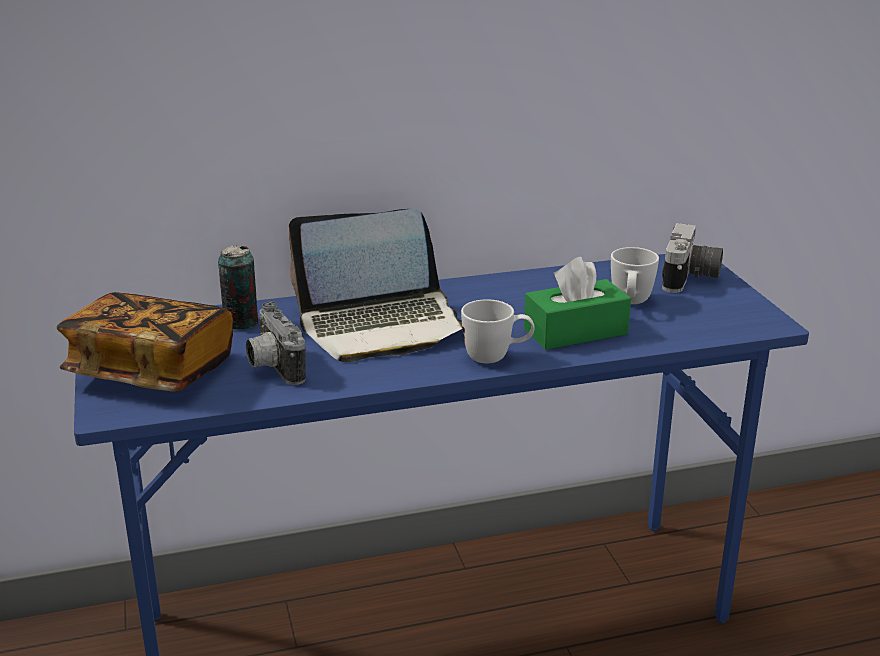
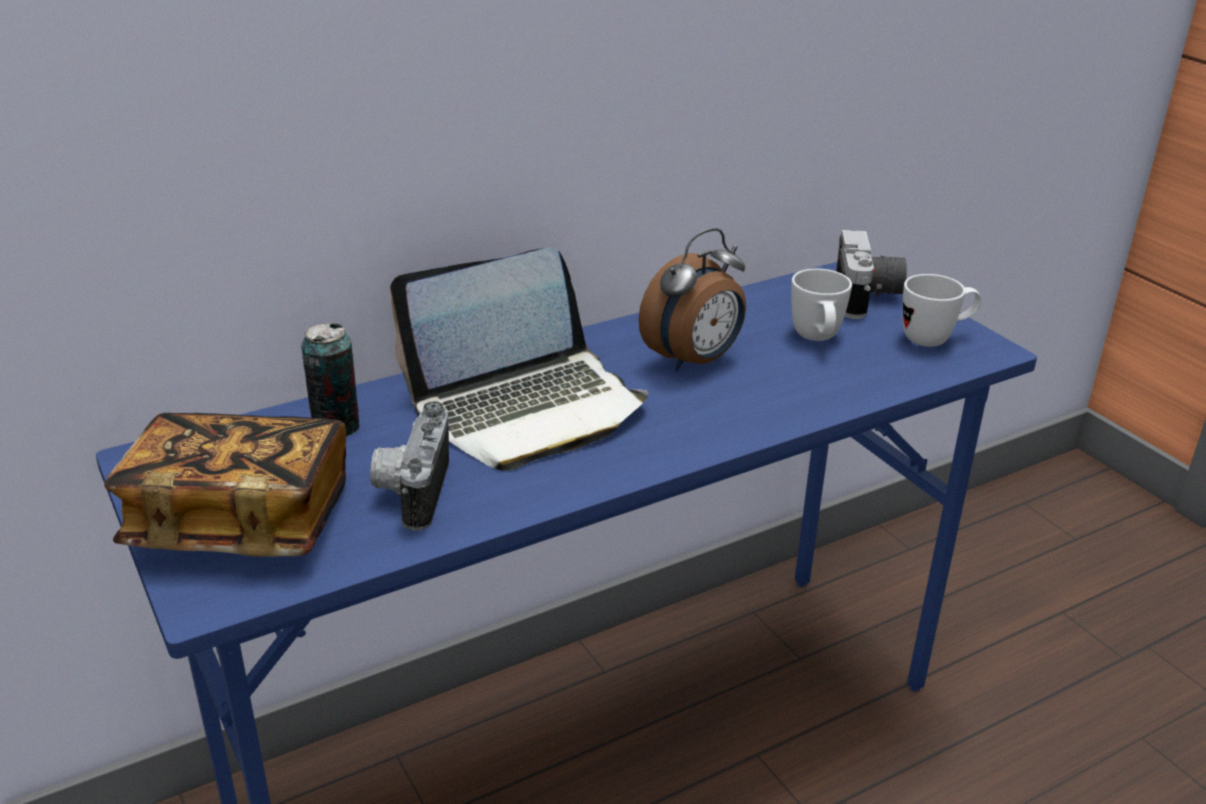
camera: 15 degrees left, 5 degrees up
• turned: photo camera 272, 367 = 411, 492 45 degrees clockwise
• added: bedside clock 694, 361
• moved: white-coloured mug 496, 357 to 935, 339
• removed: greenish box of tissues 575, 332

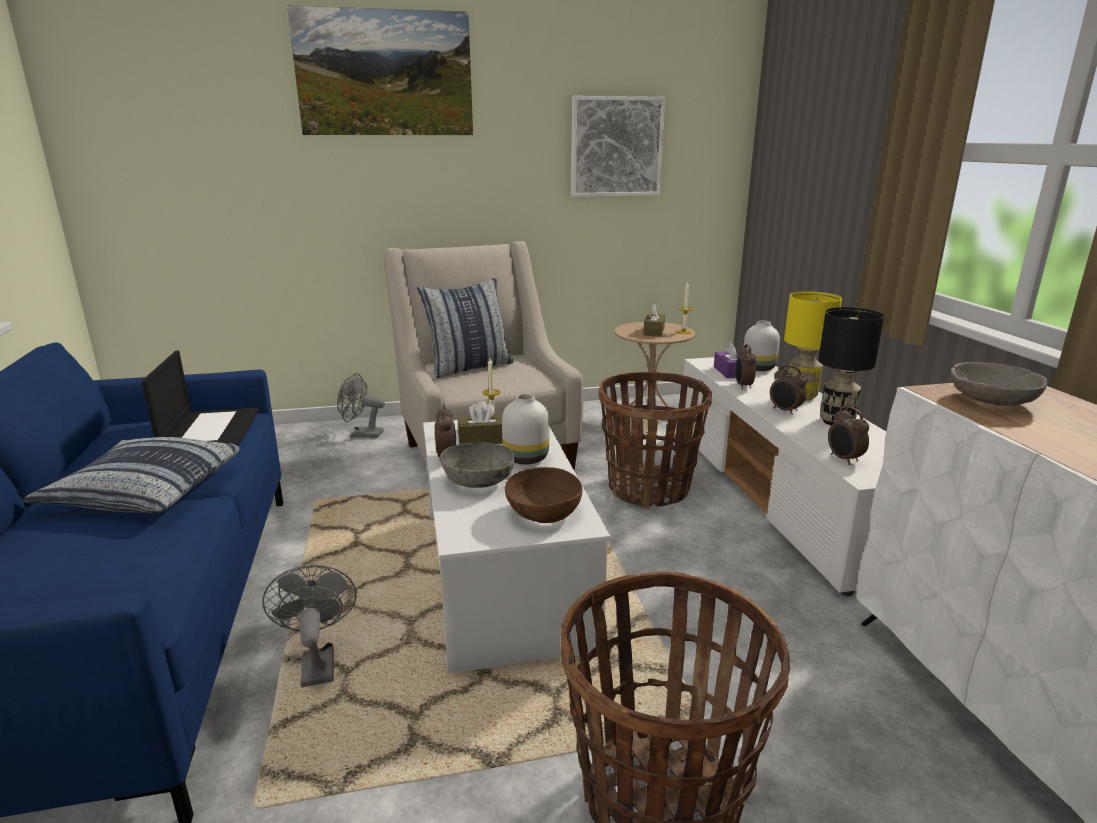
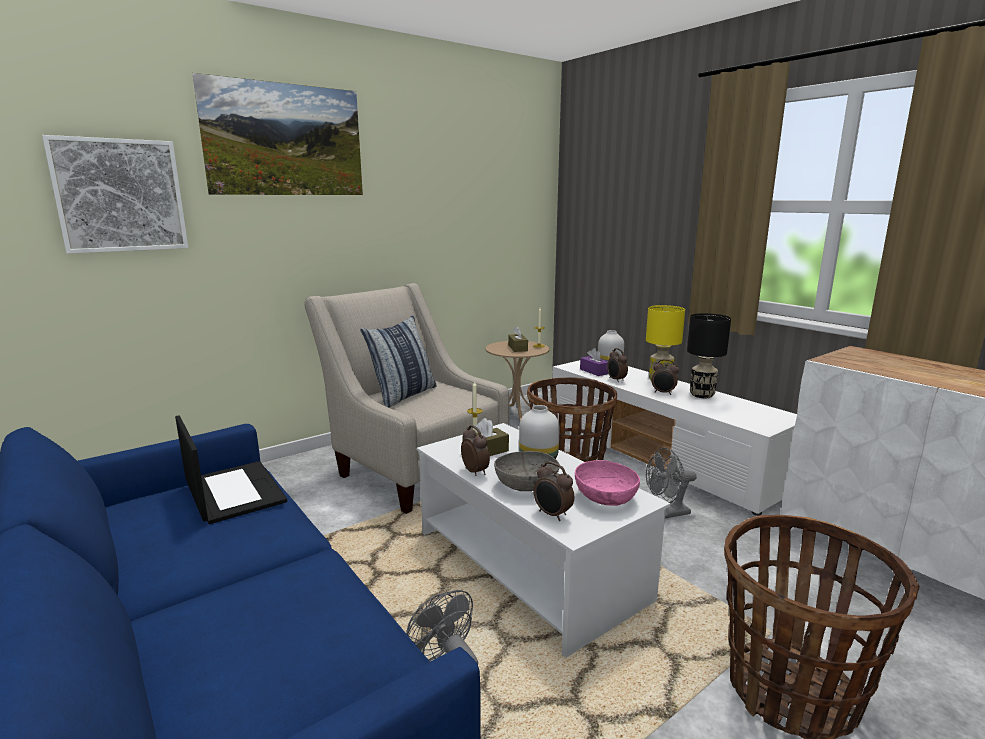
camera: 25 degrees left, 5 degrees down
• moved: wall picture 616, 147 to 120, 196
• moved: bedside clock 843, 459 to 552, 515
• recoloured: brownish bowl 543, 513 to pink bowl 605, 498
• moved: gray electric fan 362, 434 to 667, 513
• removed: pillow 144, 491
• removed: gray bowl 991, 400

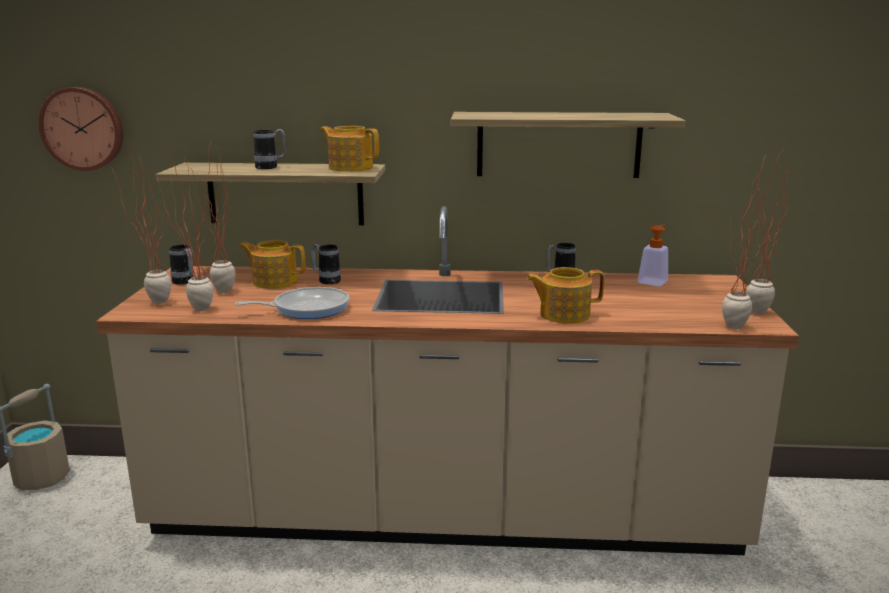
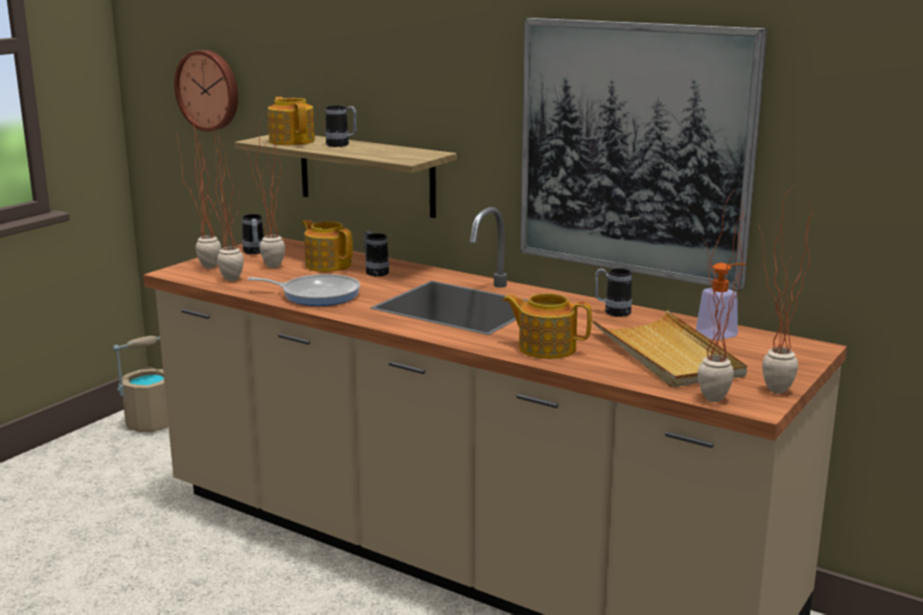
camera: 30 degrees right, 0 degrees up
• moved: teapot 350, 168 to 292, 141
• replaced: bracket shelf 558, 144 to wall picture 635, 149
• added: sand-coloured serving tray 667, 355

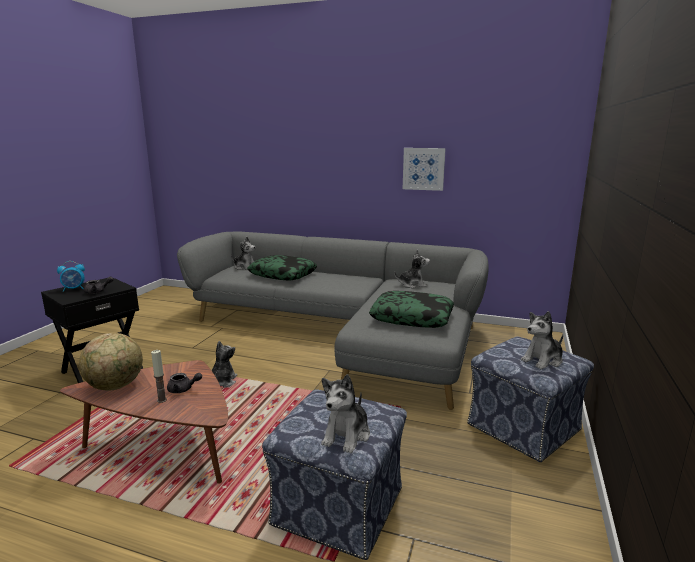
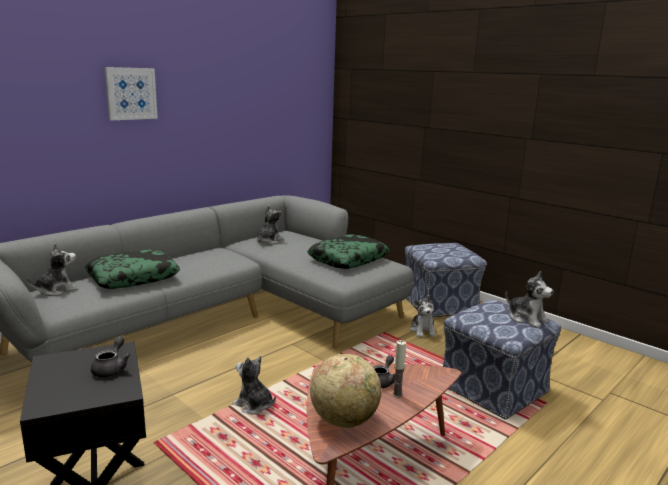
camera: 65 degrees left, 0 degrees up
• moved: wall picture 423, 169 to 131, 93
• moved: soft toy 543, 360 to 423, 331
• removed: bedside clock 74, 289

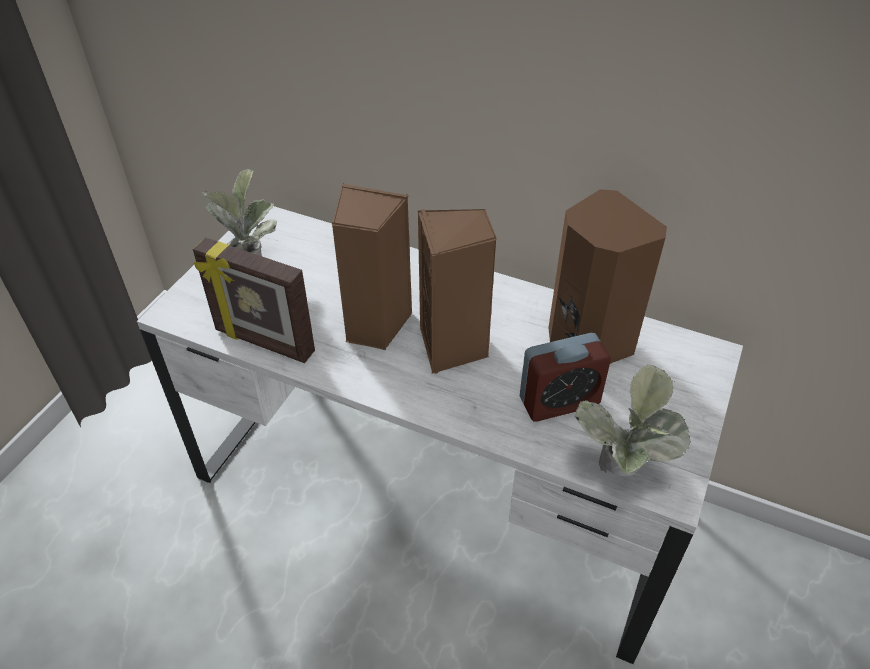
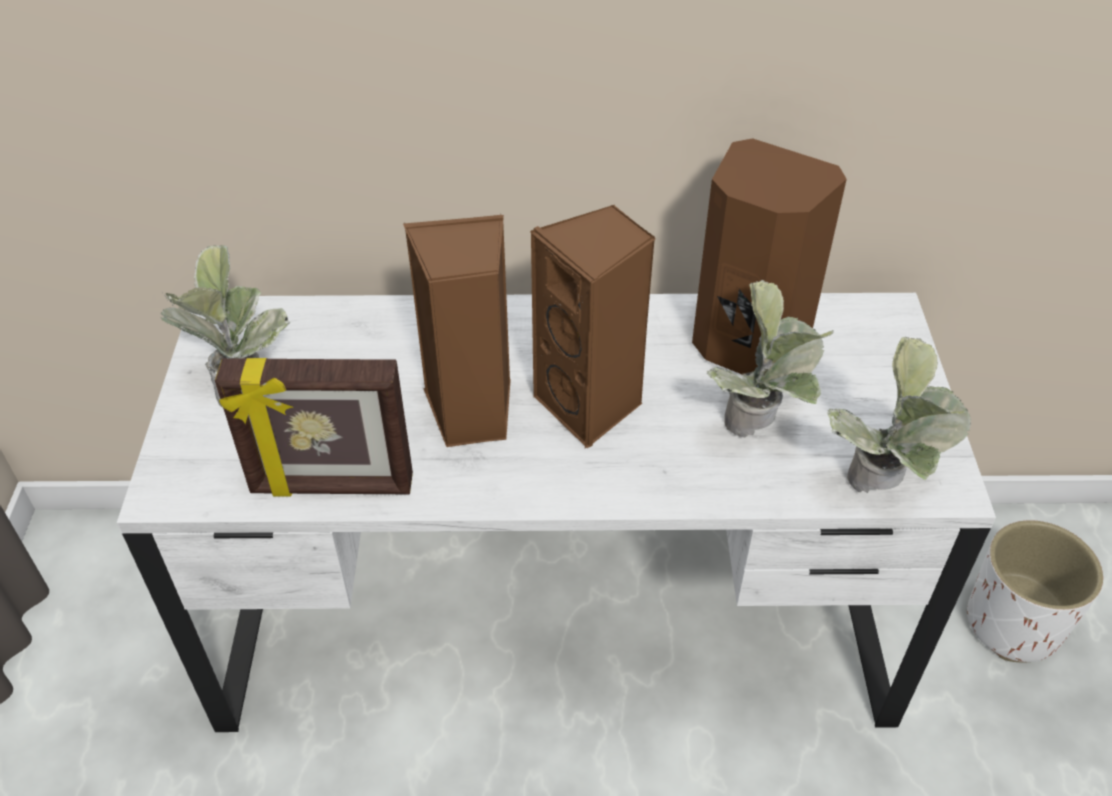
camera: 25 degrees left, 0 degrees up
• replaced: bedside clock 559, 402 to plant in a pot 759, 428
• added: white-coloured planter 1011, 623

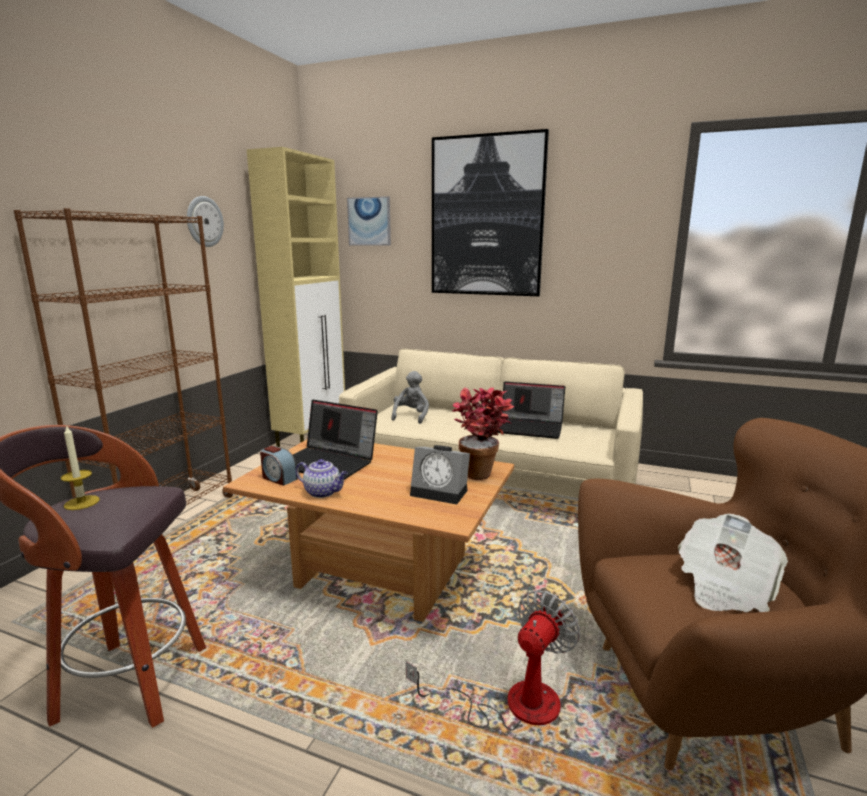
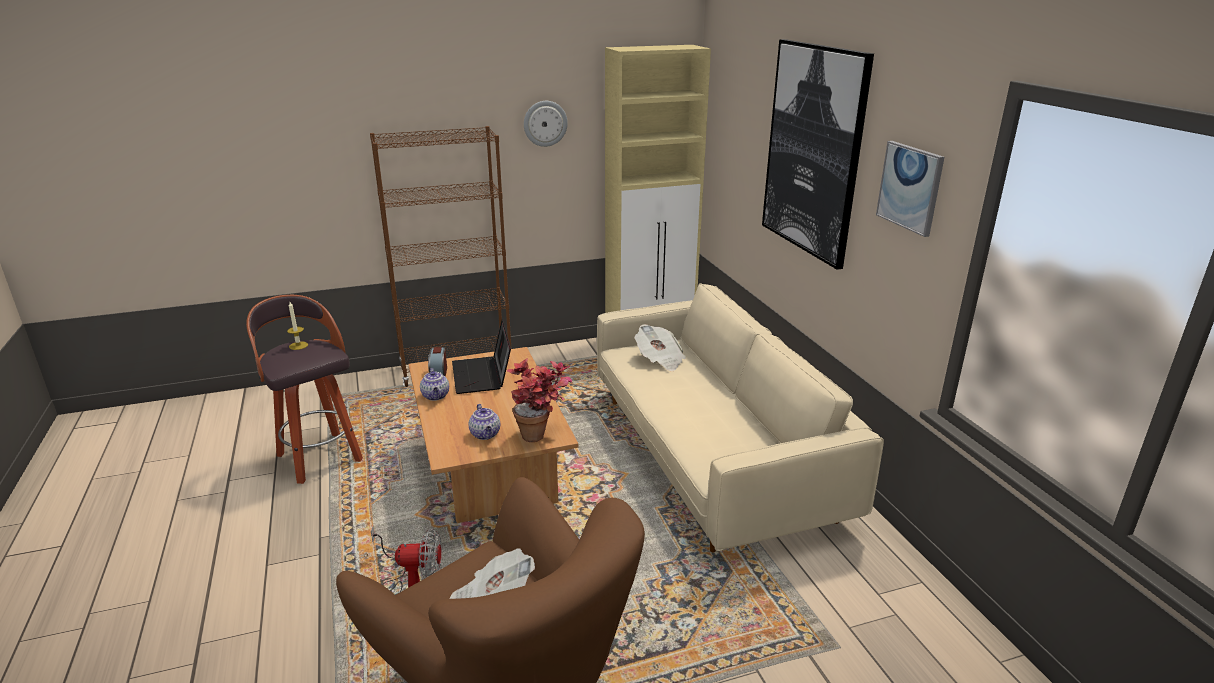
camera: 50 degrees right, 10 degrees up
• replaced: bedside clock 441, 492 to teapot 486, 434
• replaced: gray soft toy 411, 416 to daily paper 660, 360
• moved: wall picture 369, 221 to 910, 187
• removed: notebook computer 530, 428

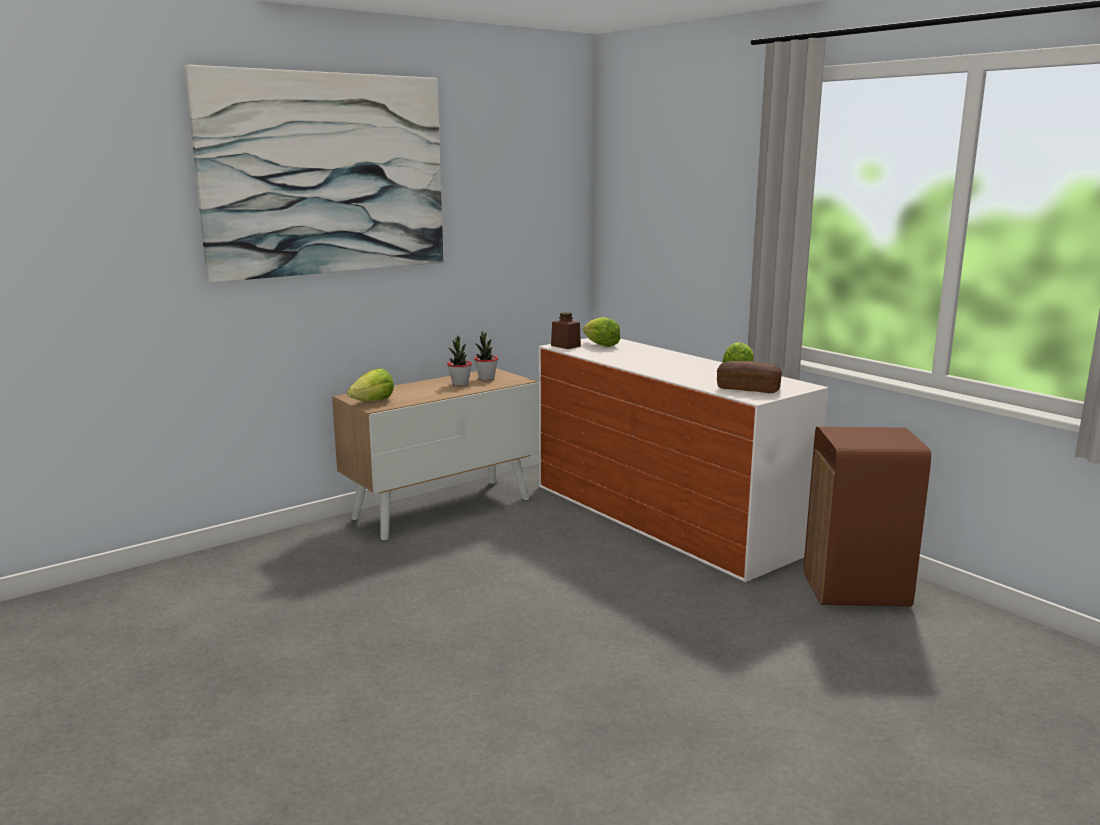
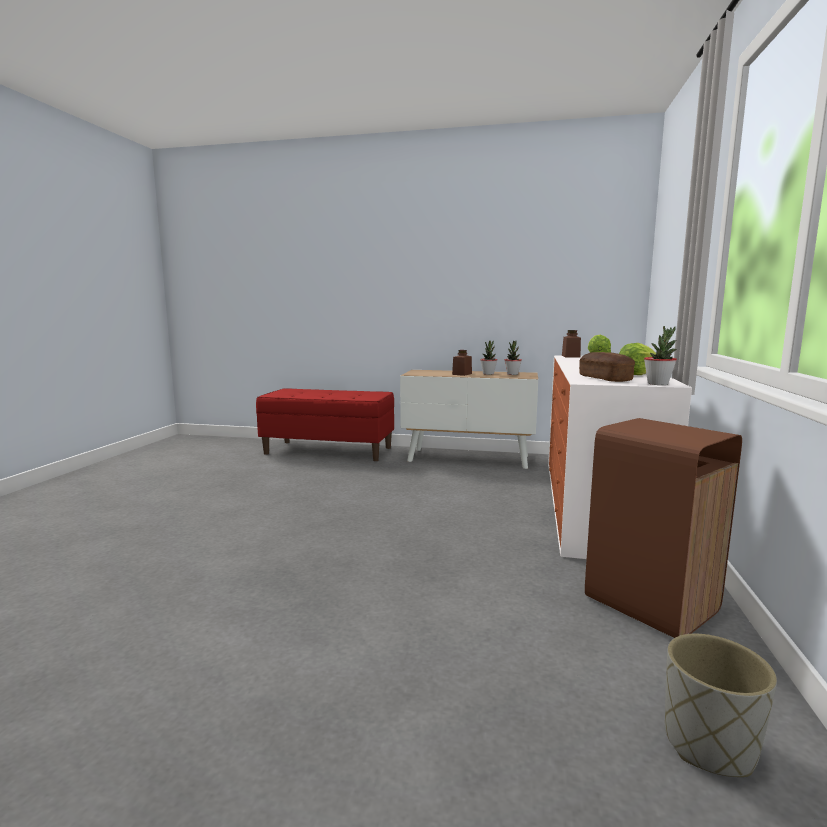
camera: 50 degrees right, 5 degrees down
• added: red bench 329, 450
• added: brownish preserve jar 462, 374
• added: plant in a pot 658, 384
• added: gray planter 710, 746
• removed: wall picture 326, 174
• removed: lettuce 373, 401

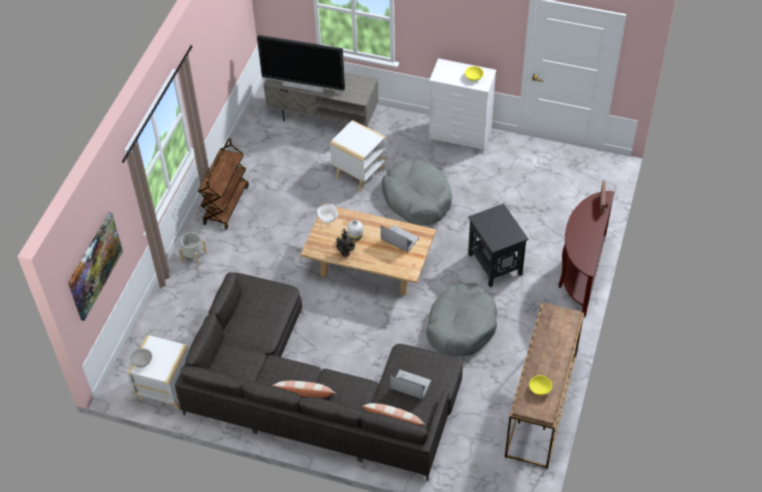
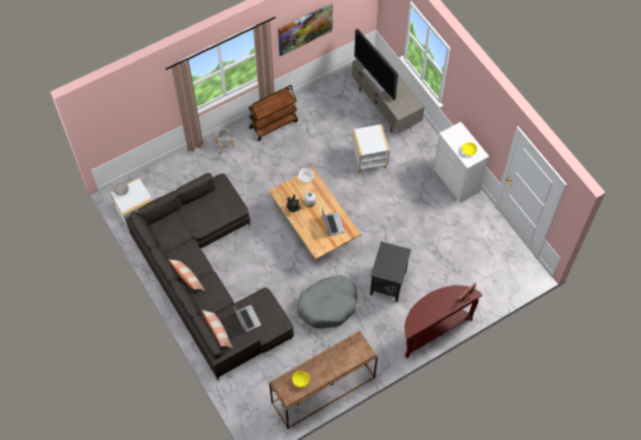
camera: 40 degrees right, 10 degrees up
• moved: wall picture 94, 266 to 305, 29
• removed: gray pet bed 417, 199

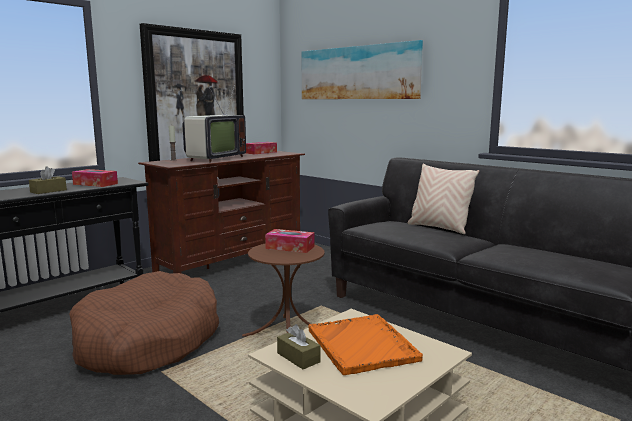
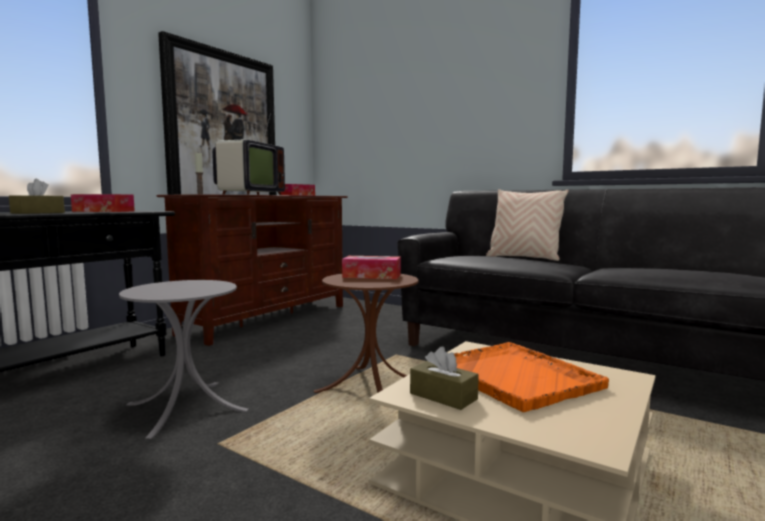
camera: 10 degrees left, 5 degrees down
• replaced: brownish pet bed 148, 341 to gray accent table 186, 407
• removed: wall picture 357, 73

